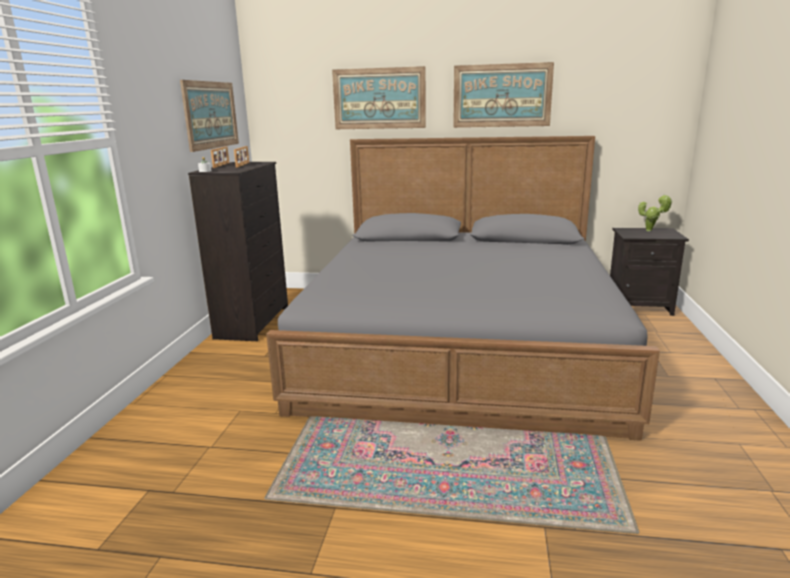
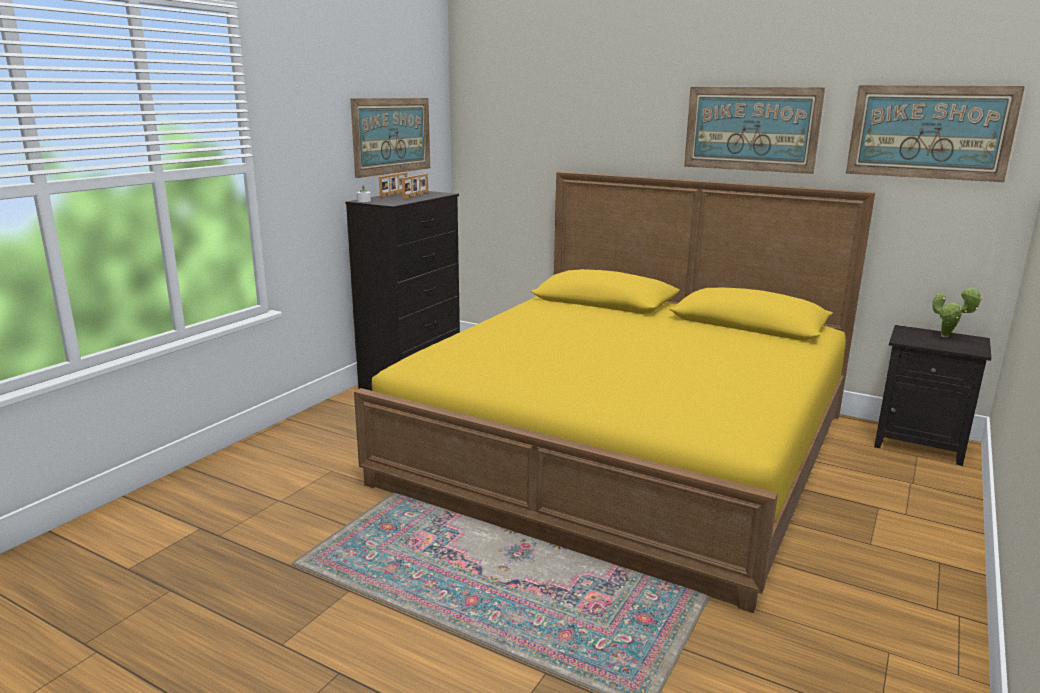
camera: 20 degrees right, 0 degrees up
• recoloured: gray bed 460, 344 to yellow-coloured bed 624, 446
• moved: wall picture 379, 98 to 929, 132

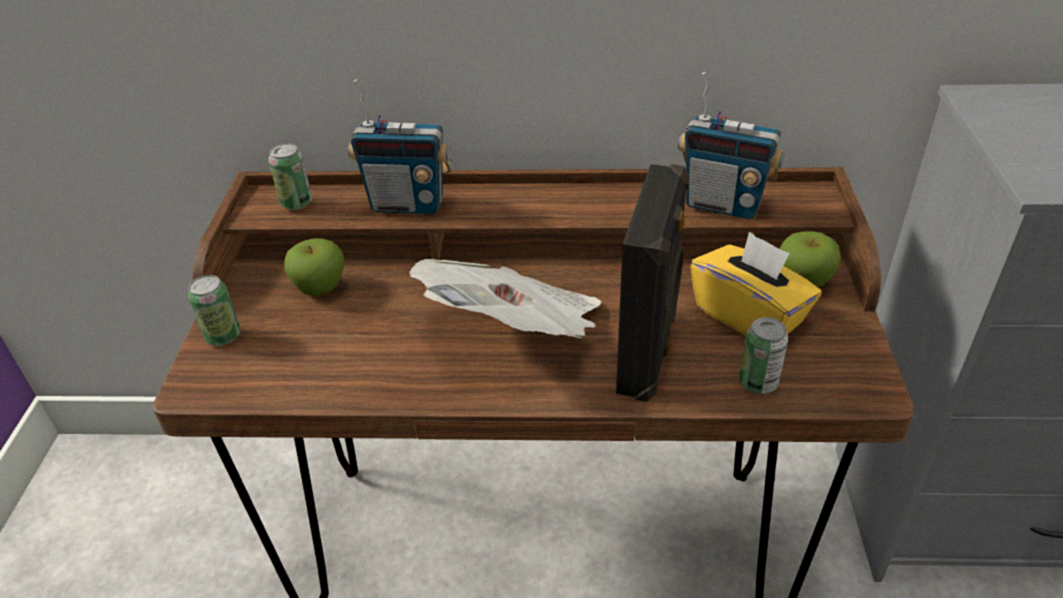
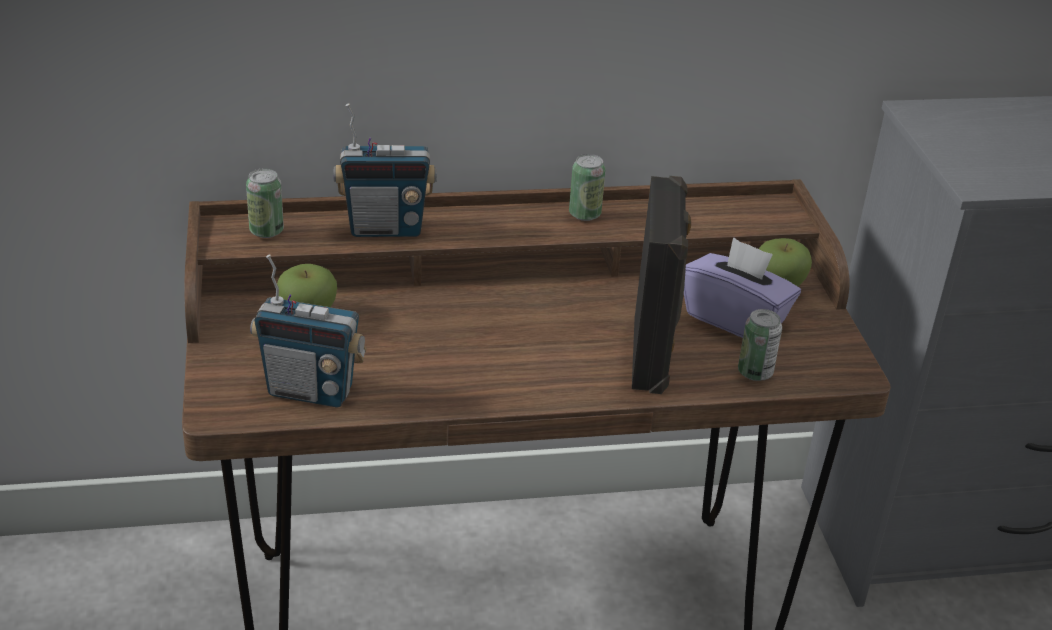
camera: 15 degrees left, 5 degrees down
• moved: radio 723, 205 to 310, 391
• moved: sealed can 223, 336 to 584, 214
• recoloured: yellow-coloured box of tissues 749, 316 to purplish box of tissues 735, 318
• removed: daily paper 517, 333

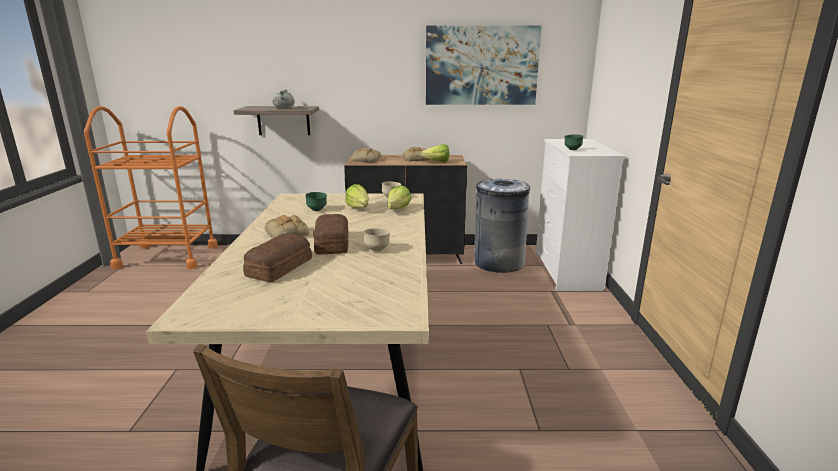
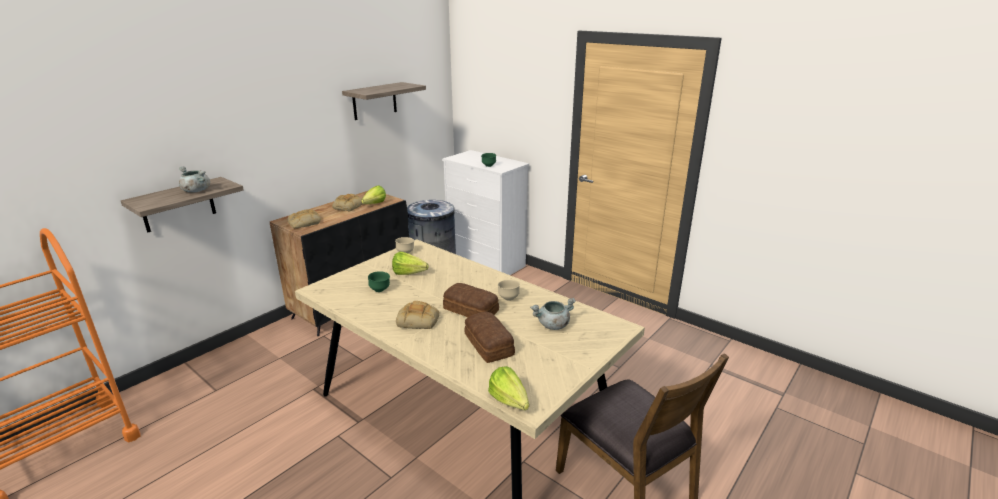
camera: 50 degrees left, 5 degrees up
• replaced: wall picture 481, 66 to bracket shelf 374, 101
• moved: lettuce 395, 211 to 510, 404
• added: gray cooking pot 552, 325

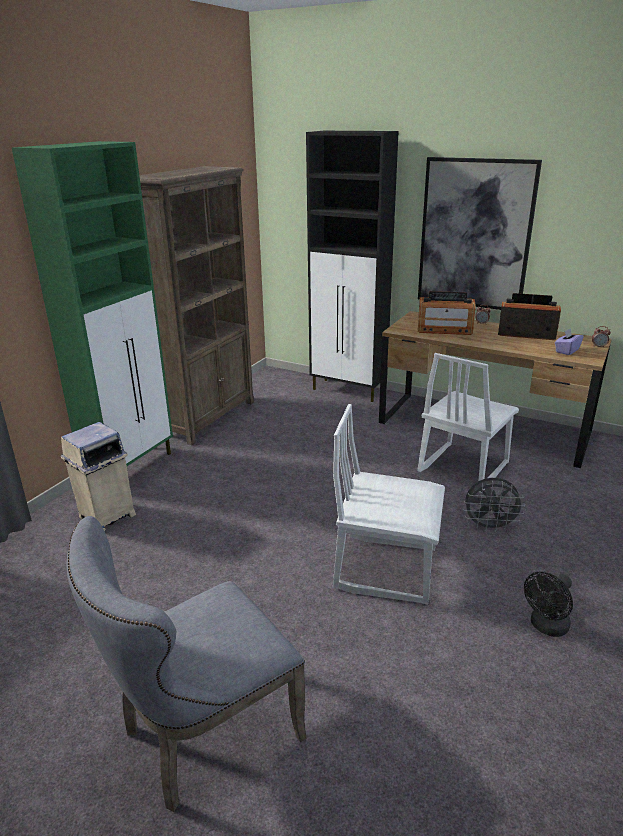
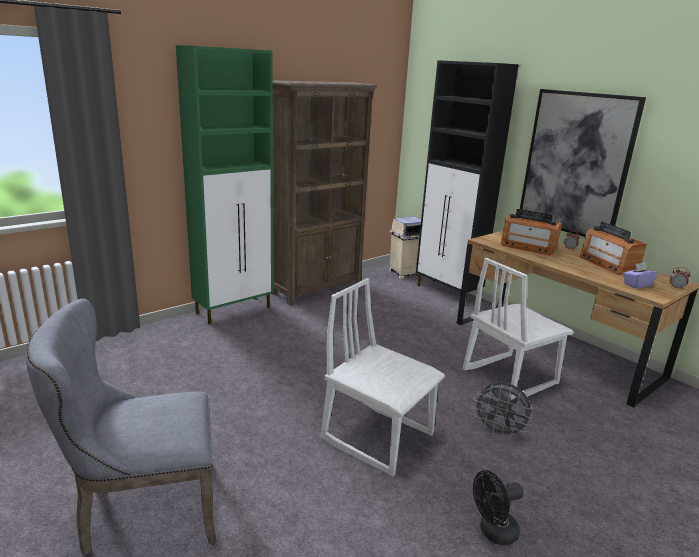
camera: 20 degrees right, 5 degrees down
• moved: sand-coloured trash can 106, 516 to 404, 273
• turned: radio 526, 334 = 608, 264 150 degrees counterclockwise

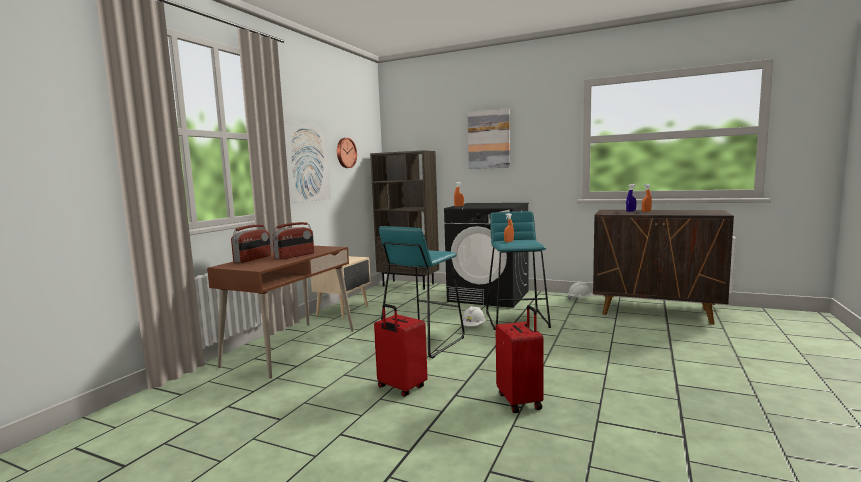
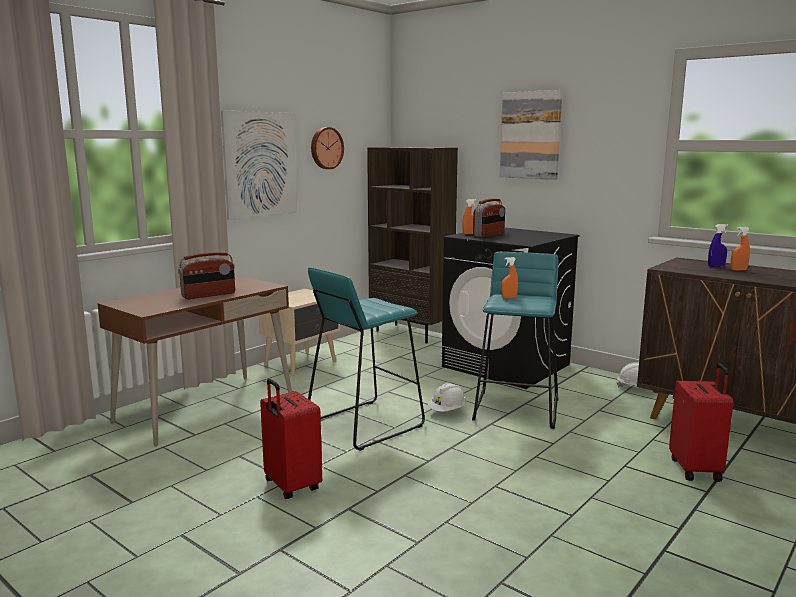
camera: 15 degrees right, 5 degrees up
• moved: radio 253, 259 to 489, 234
• moved: red travel case 520, 401 to 696, 469

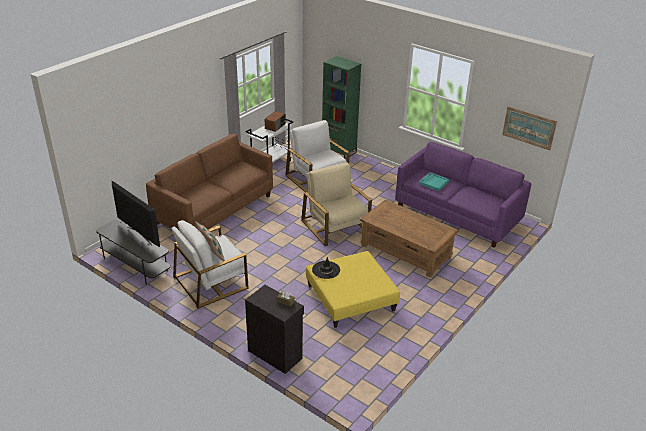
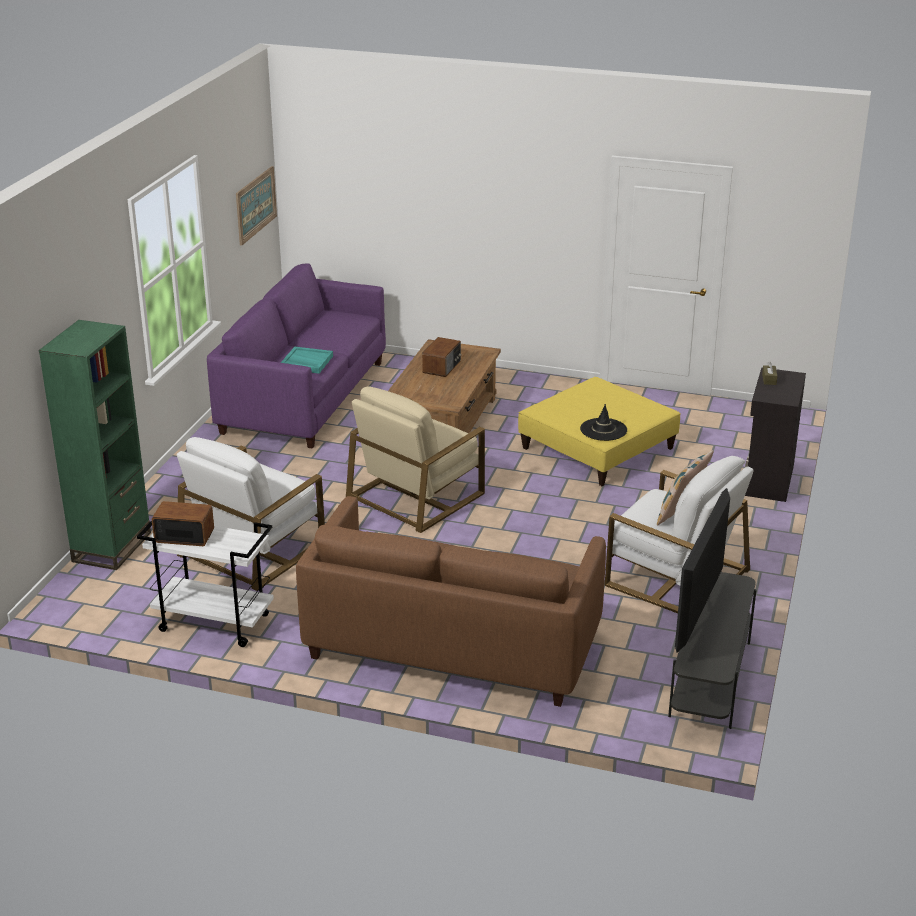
camera: 110 degrees left, 5 degrees down
• added: radio 442, 367

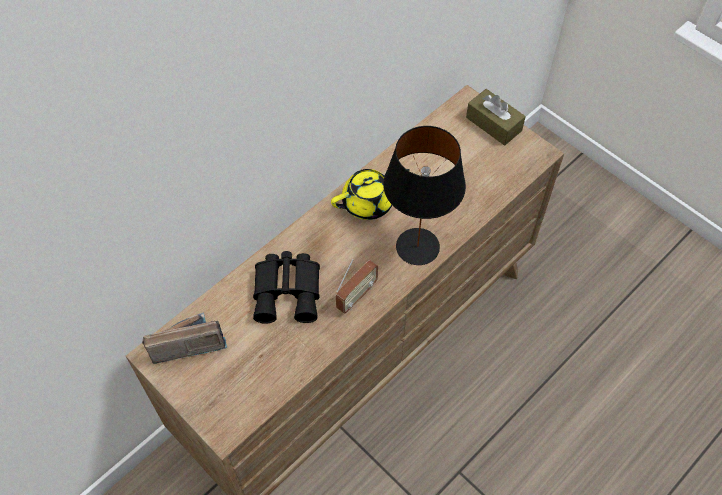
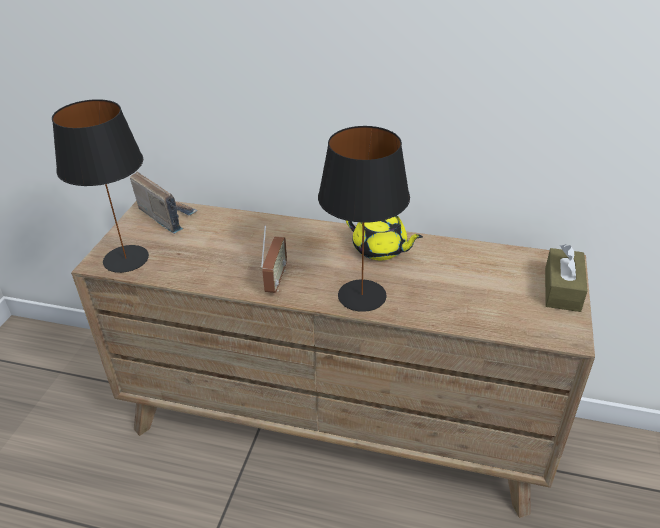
camera: 60 degrees right, 20 degrees down
• added: black-coloured tabletop lamp 125, 259
• turned: radio 356, 296 = 275, 280 90 degrees counterclockwise
• removed: black-coloured field glasses 289, 291

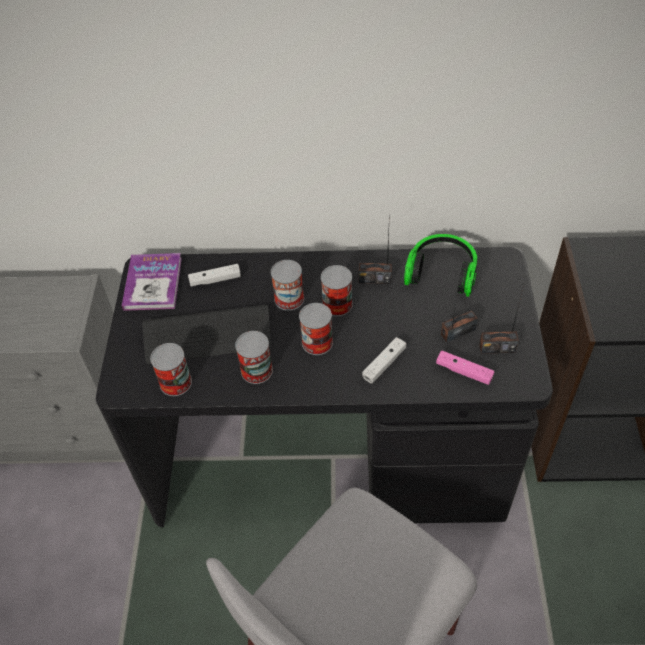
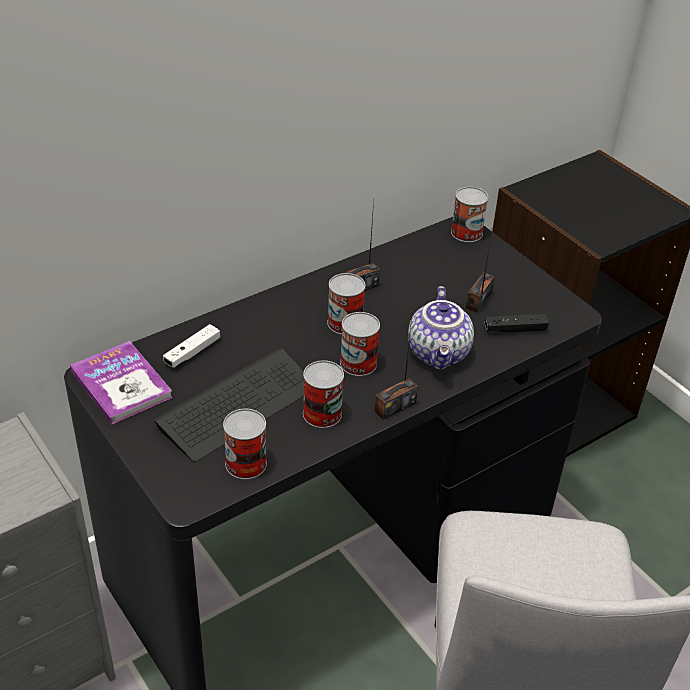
camera: 40 degrees left, 10 degrees down
• moved: radio 497, 348 to 395, 407
• replaced: white-coloured game controller 384, 364 to teapot 440, 354
• moved: sealed can 289, 299 to 466, 233
• recoloured: pink game controller 464, 371 to black-coloured game controller 515, 329
• removed: pair of headphones 442, 273

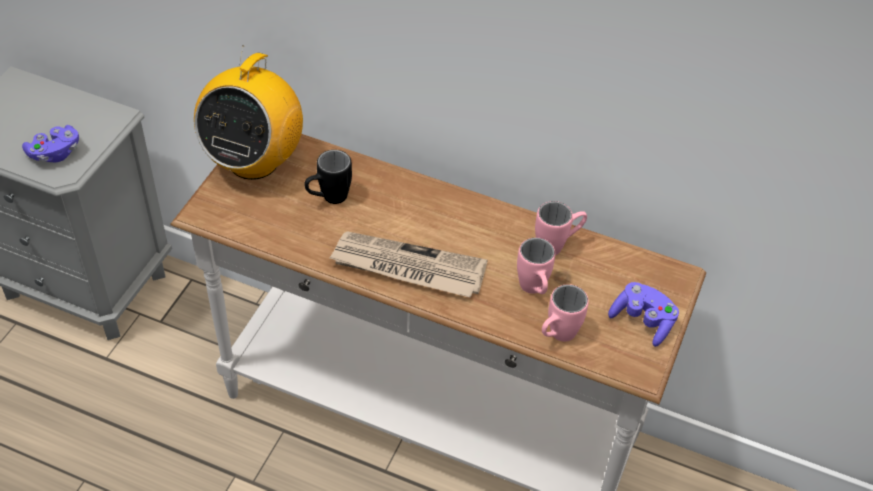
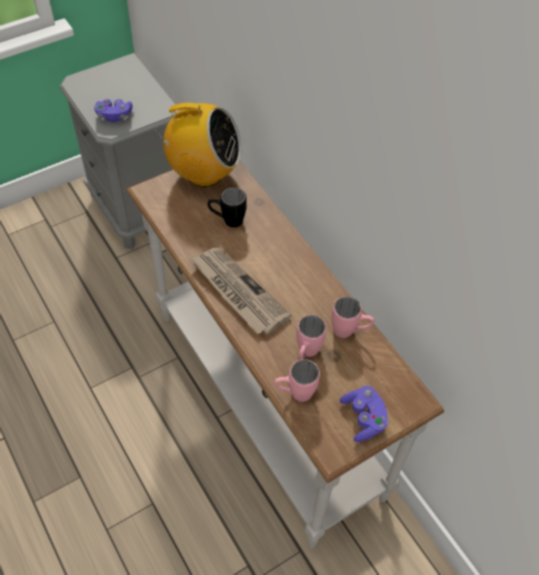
camera: 35 degrees right, 5 degrees up
• turned: radio 253, 161 = 203, 173 135 degrees counterclockwise

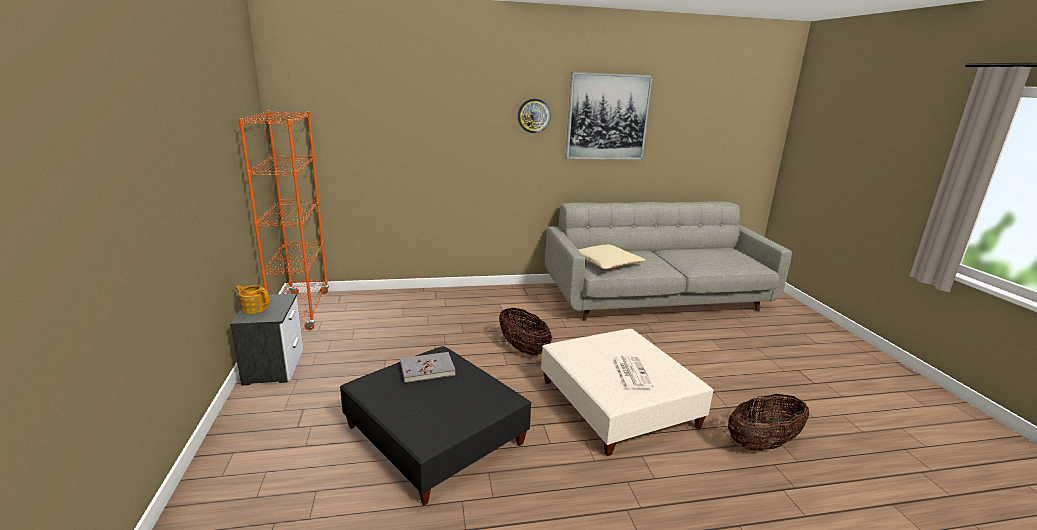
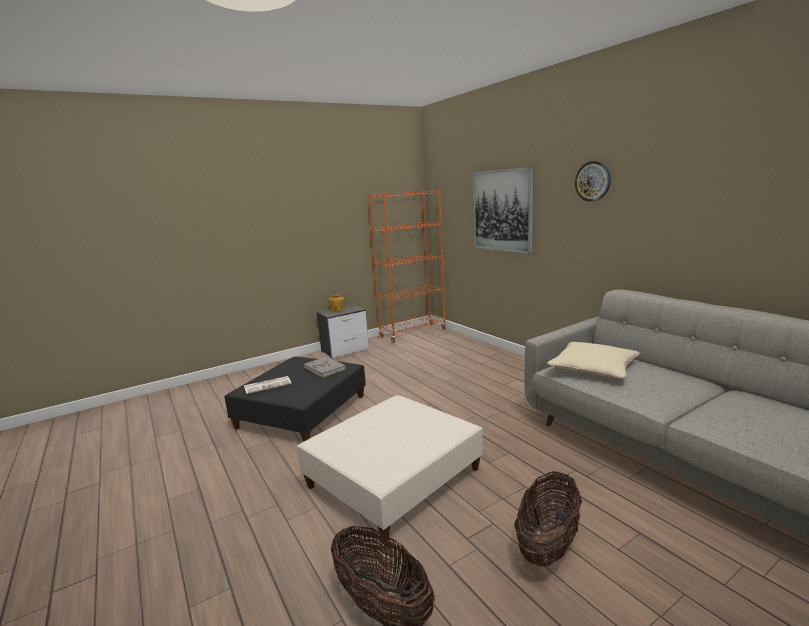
camera: 70 degrees right, 5 degrees down
• moved: daily paper 630, 372 to 268, 385
• moved: wall picture 607, 117 to 502, 210
• moved: household basket 523, 349 to 548, 544

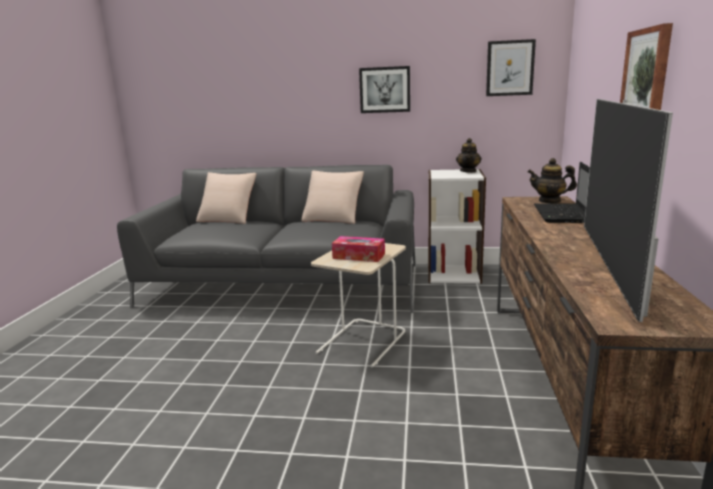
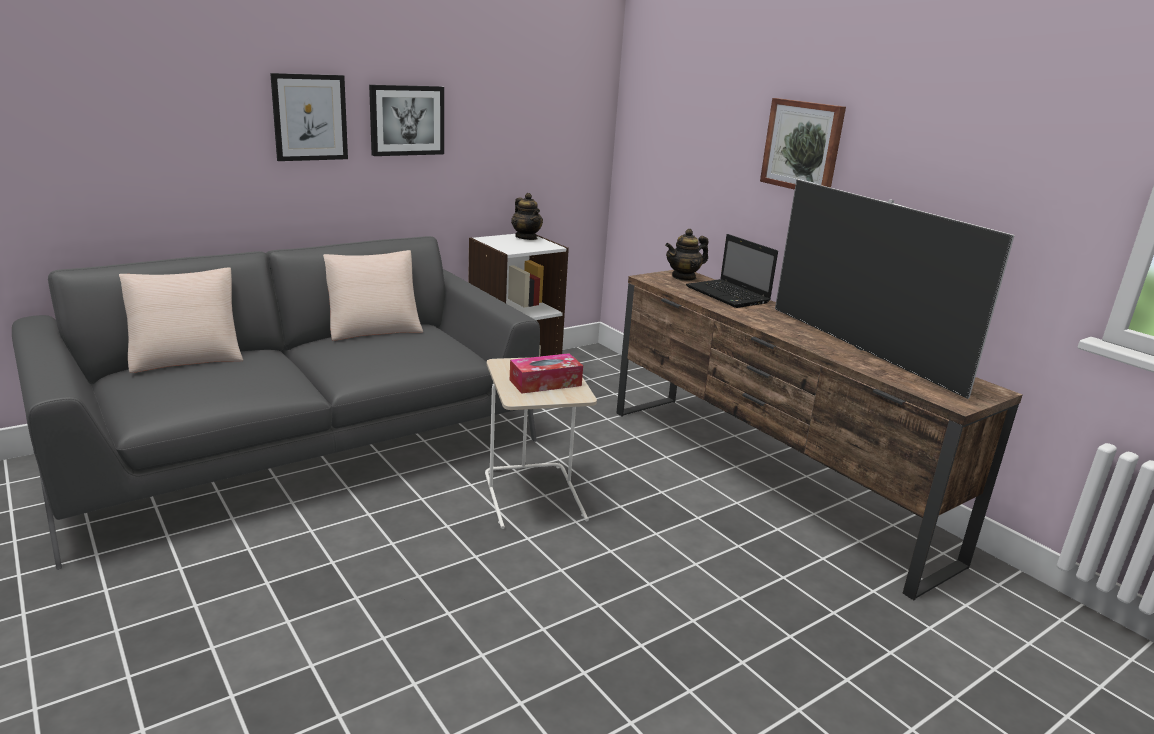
camera: 45 degrees left, 5 degrees up
• moved: wall picture 510, 68 to 310, 117

